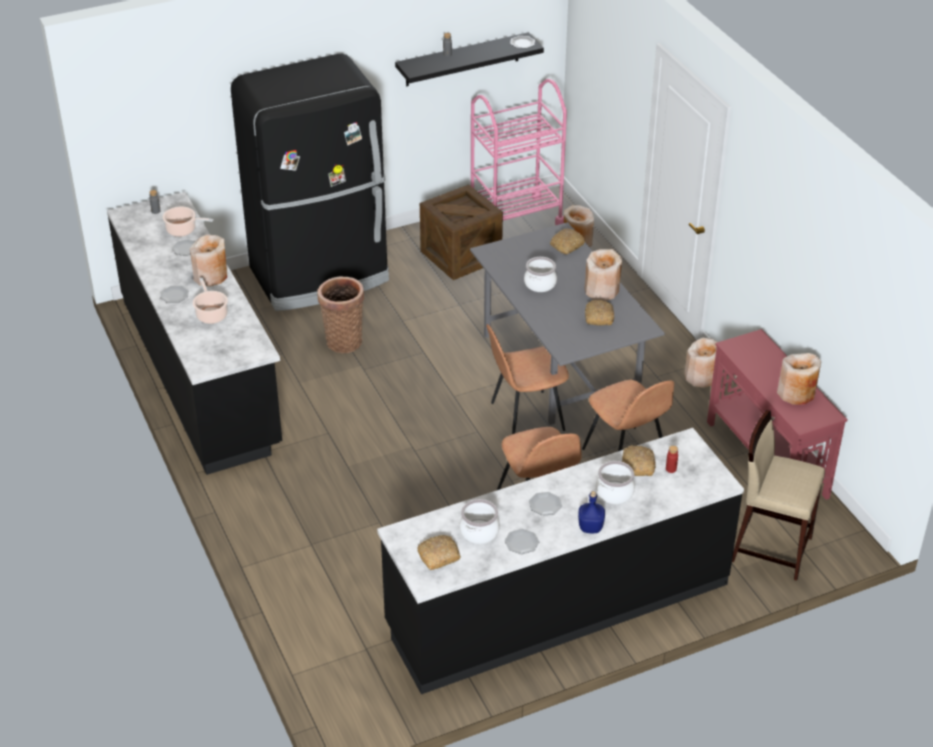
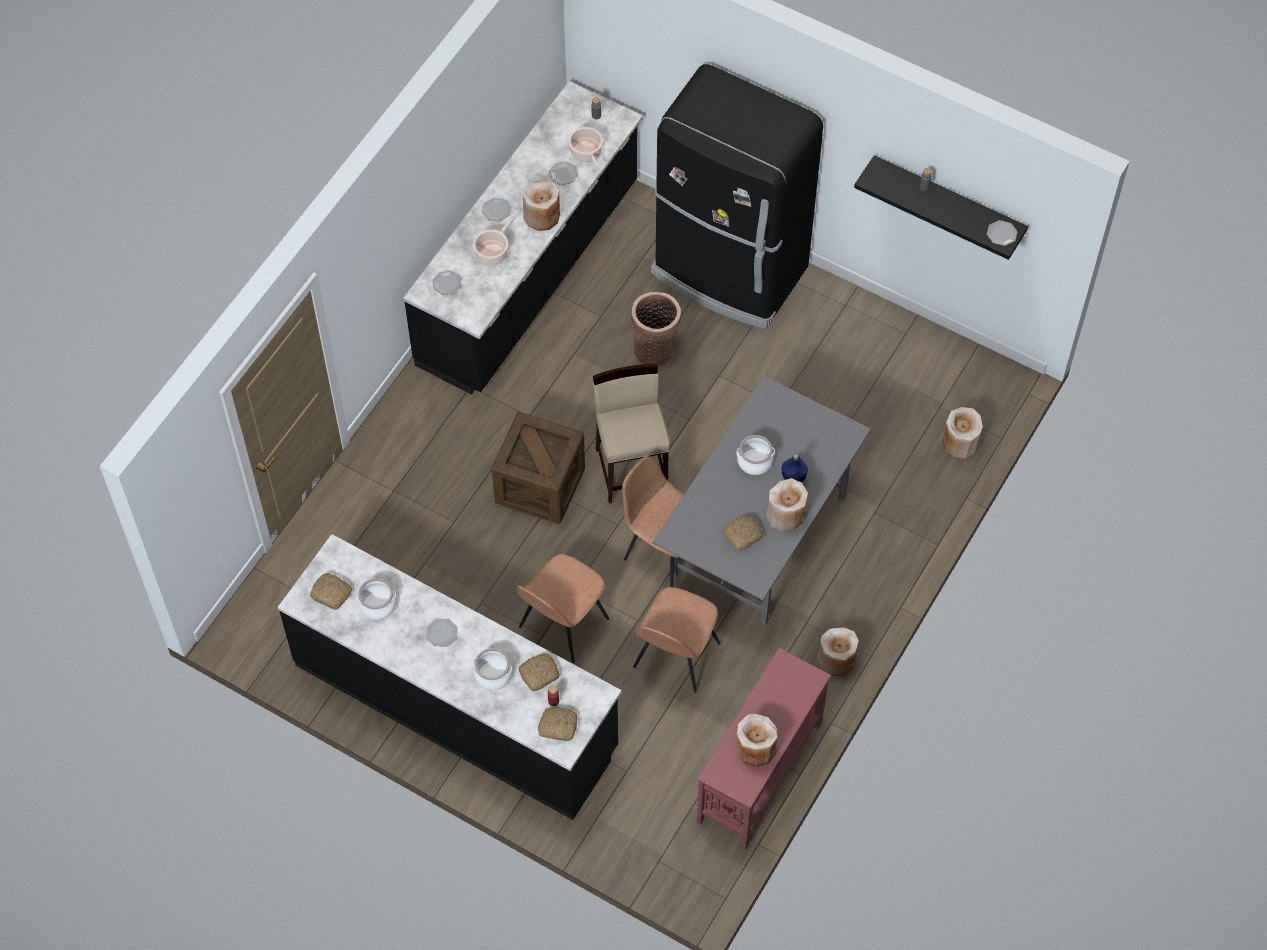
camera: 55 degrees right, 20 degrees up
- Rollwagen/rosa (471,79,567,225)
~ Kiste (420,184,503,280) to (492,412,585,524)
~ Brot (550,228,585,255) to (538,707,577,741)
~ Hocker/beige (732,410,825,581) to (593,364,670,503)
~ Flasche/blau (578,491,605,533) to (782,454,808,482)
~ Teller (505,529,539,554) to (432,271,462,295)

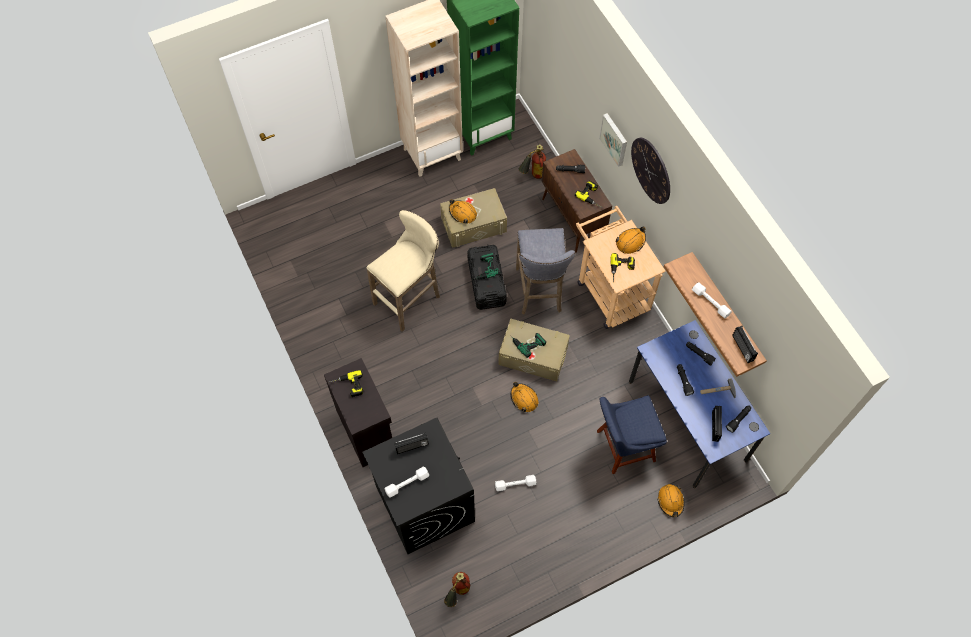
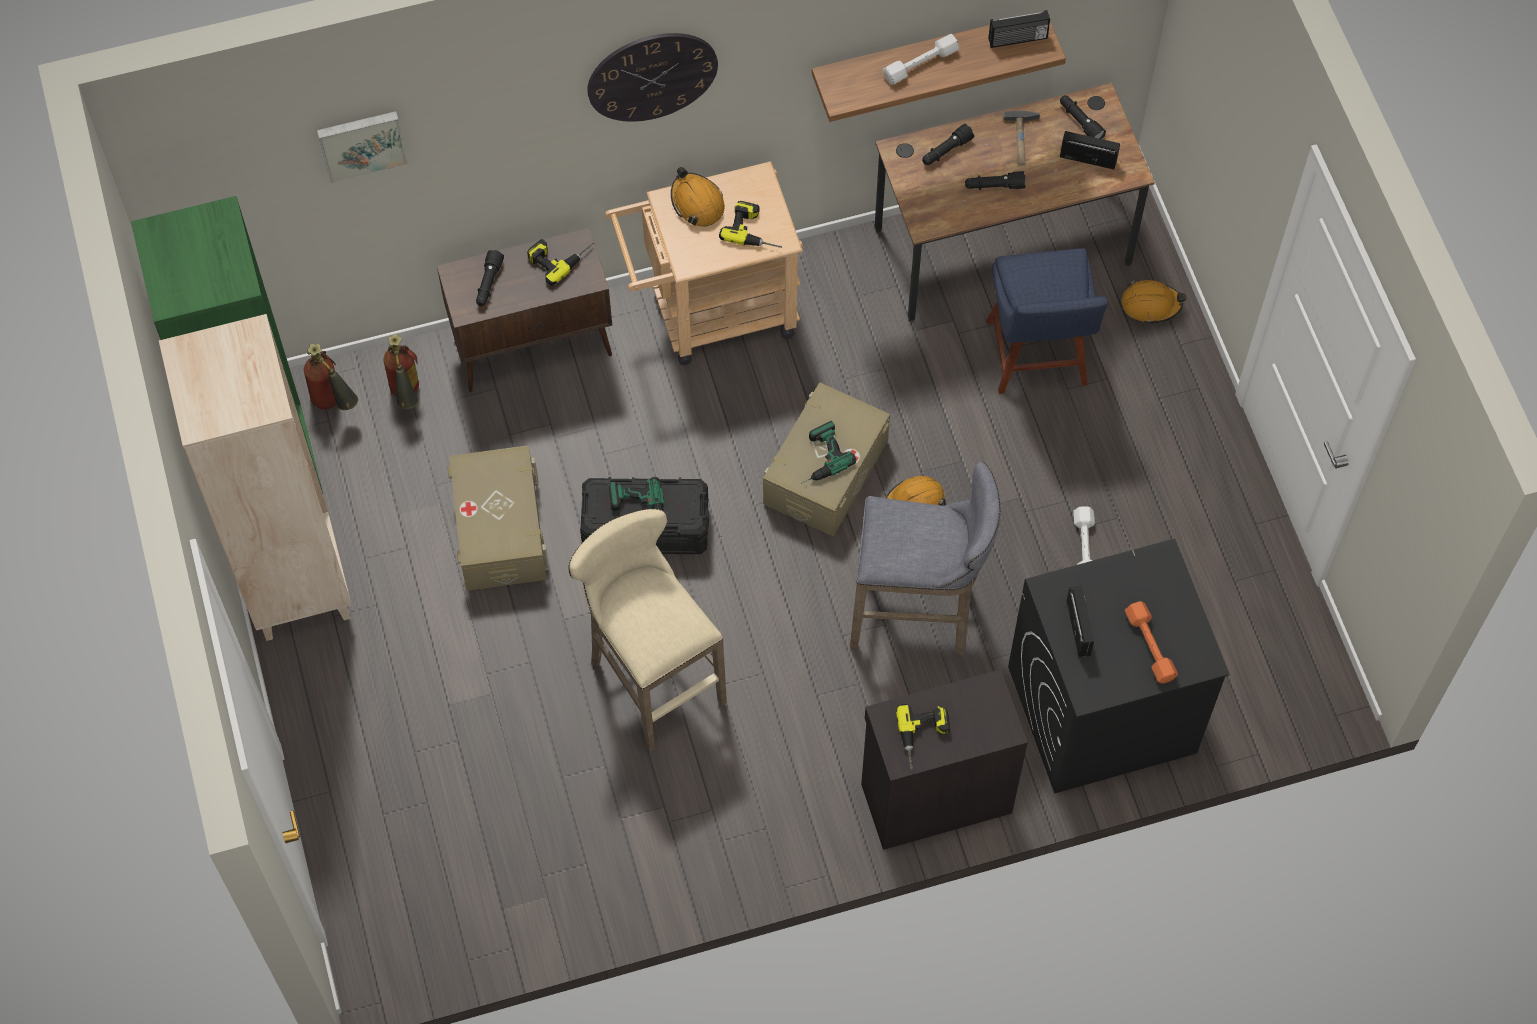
camera: 80 degrees left, 0 degrees up
~ Bild (599,113,627,167) to (317,111,408,183)
- Schutzhelm/orange (449,199,477,224)
~ Hocker/grau (516,228,575,314) to (850,462,1001,655)
~ Schreibtisch/blau (629,320,771,488) to Schreibtisch/braun (874,83,1155,322)
~ Hantel/weiß (384,466,429,498) to Hantel/orange (1125,601,1178,684)
~ Feuerlöscher (444,572,471,607) to (304,344,358,410)

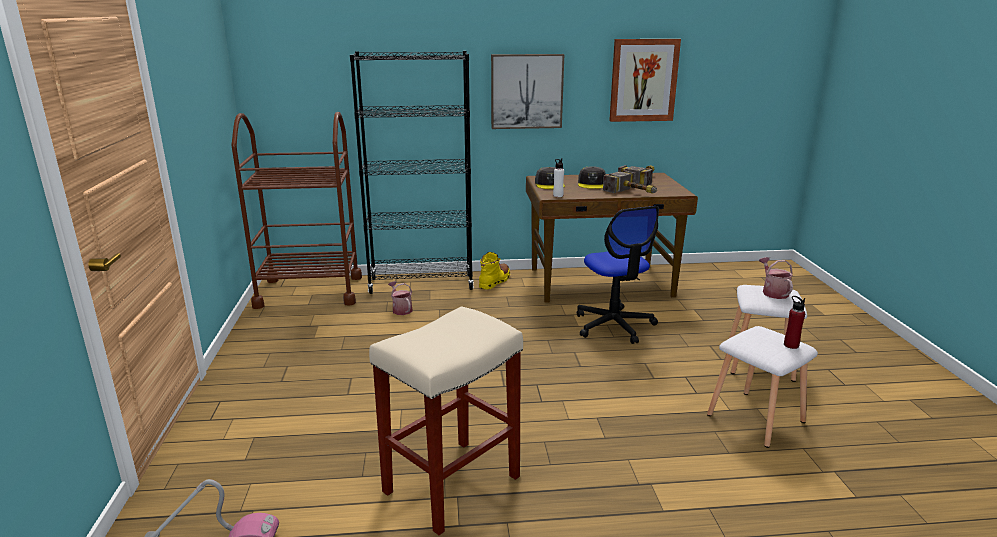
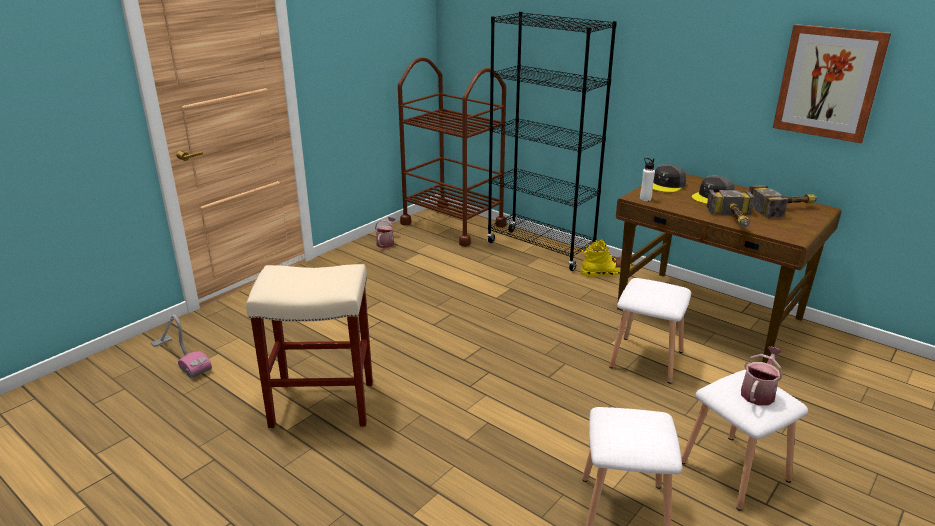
camera: 45 degrees right, 5 degrees up
- Bild (491,54,564,129)
~ Bürostuhl (577,206,659,344) to Hocker/weiß (609,278,691,384)
~ Gießkanne (388,281,413,315) to (375,217,395,248)
- Flasche/rot (784,296,805,349)

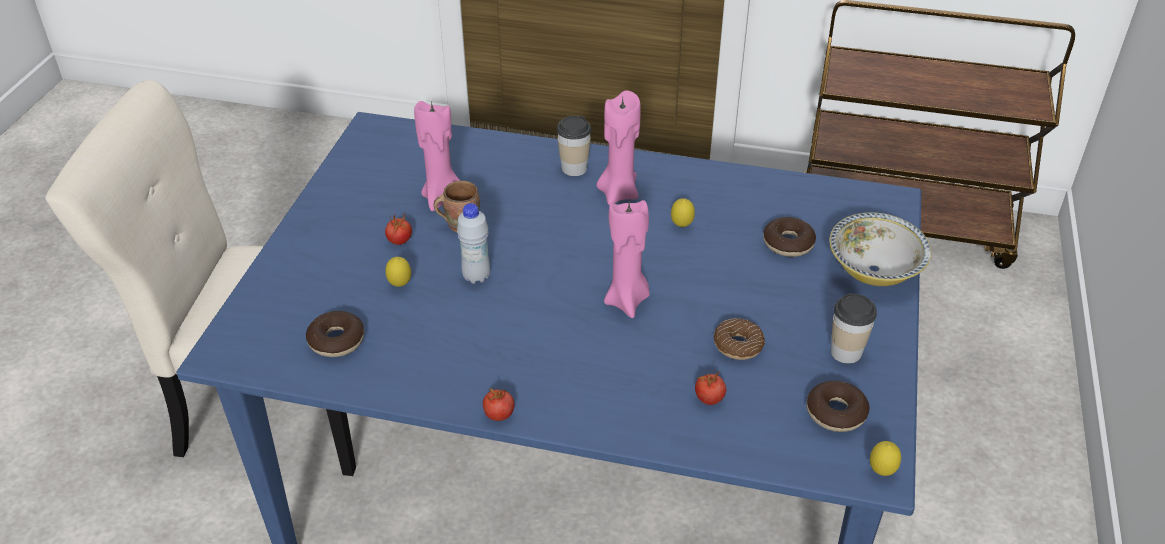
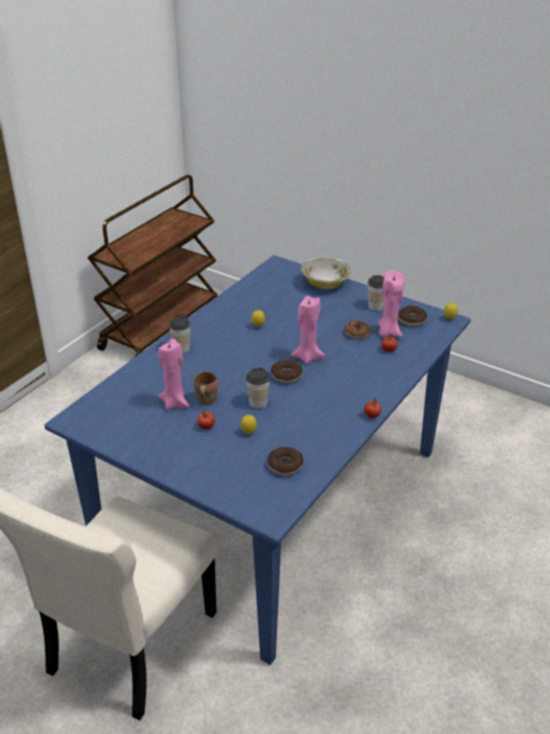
camera: 70 degrees left, 5 degrees down
~ Kerze/rosa (597,91,641,205) to (378,270,404,337)
~ Flasche/weiß (457,203,490,284) to Tasse (246,368,270,409)
~ Donut (763,217,816,257) to (271,360,303,383)

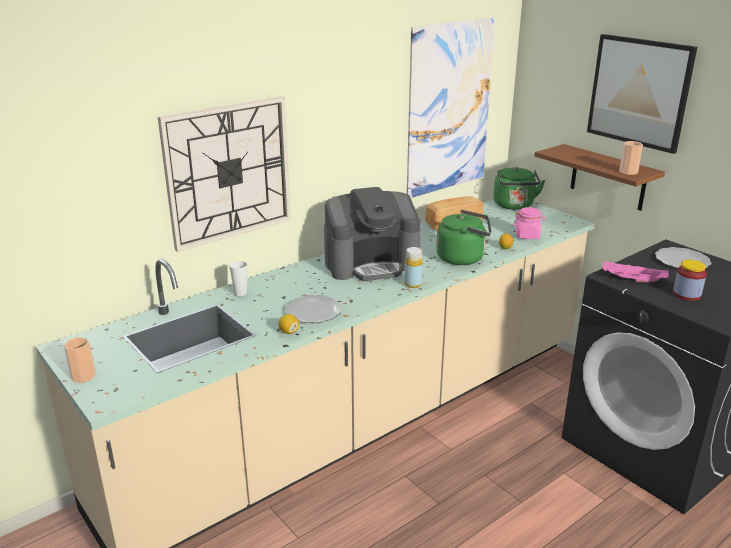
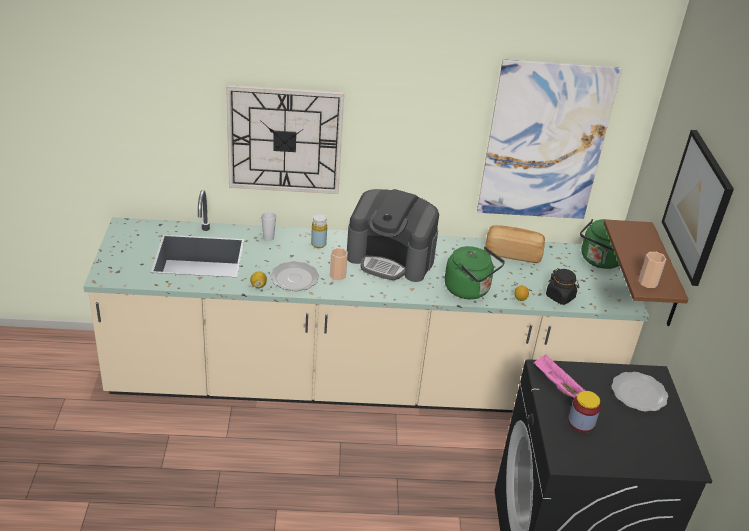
camera: 35 degrees right, 10 degrees up
~ Vorratsglas/rosa (513,207,546,239) to Vorratsglas/schwarz (546,268,579,305)
~ Flasche/gelb (404,247,423,288) to (311,214,327,248)
~ Tasse (64,337,96,383) to (330,248,348,280)

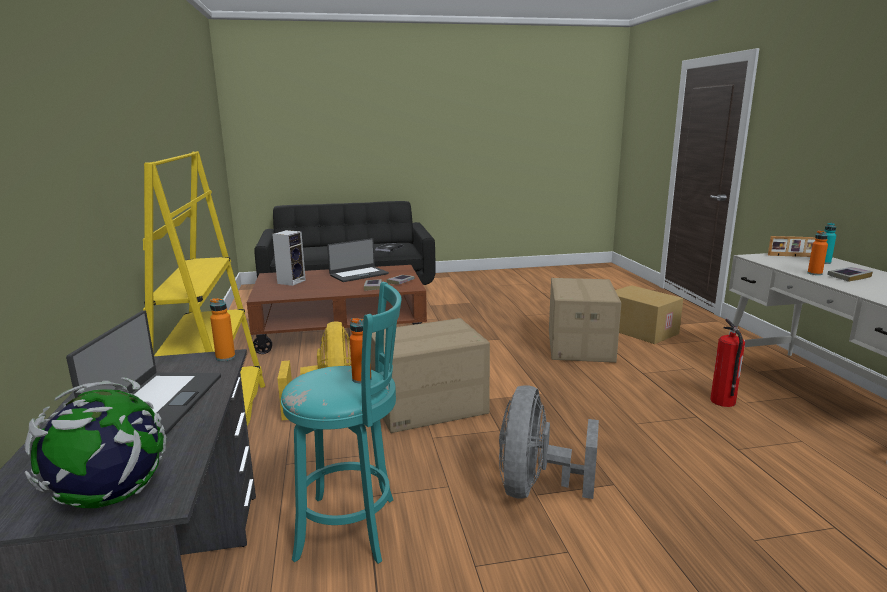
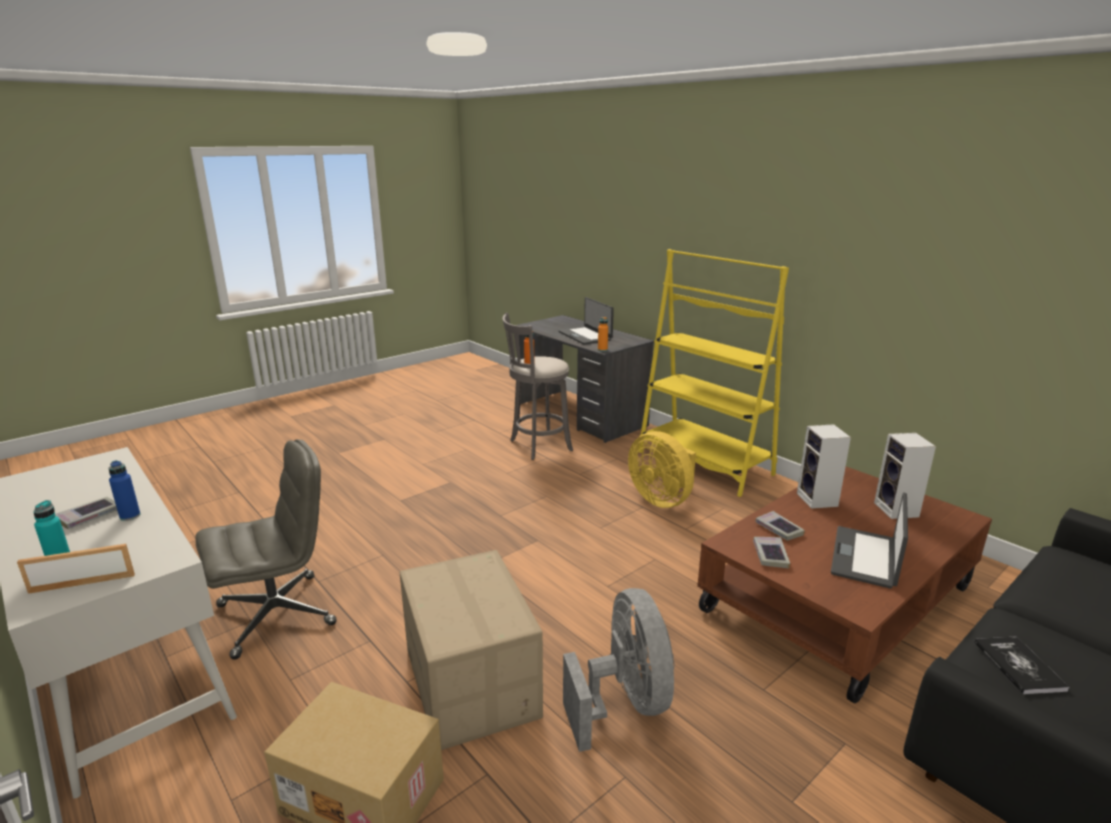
camera: 150 degrees right, 5 degrees up
~ Flasche/orange (807,230,828,275) to Flasche/blau (108,460,140,521)
~ Hocker/türkis (281,282,402,564) to Hocker/grau (503,313,573,460)
- Karton (370,318,490,433)
~ Feuerlöscher (710,319,745,407) to Bürostuhl/grau (195,439,336,660)
- Globus (24,377,167,508)
~ Ventilator/grau (499,385,599,499) to (563,588,675,752)
+ Lautsprecher (797,424,851,509)

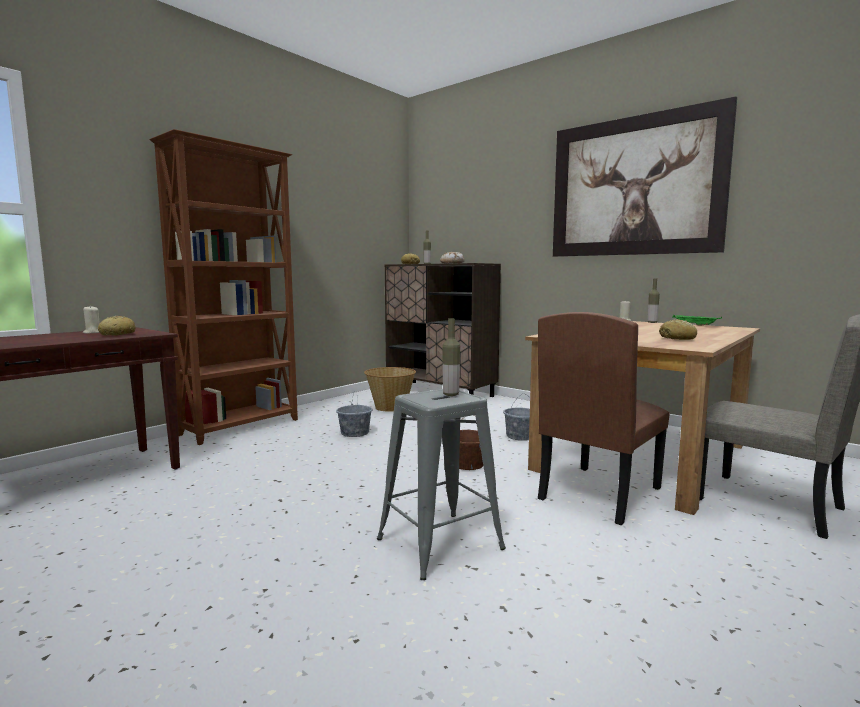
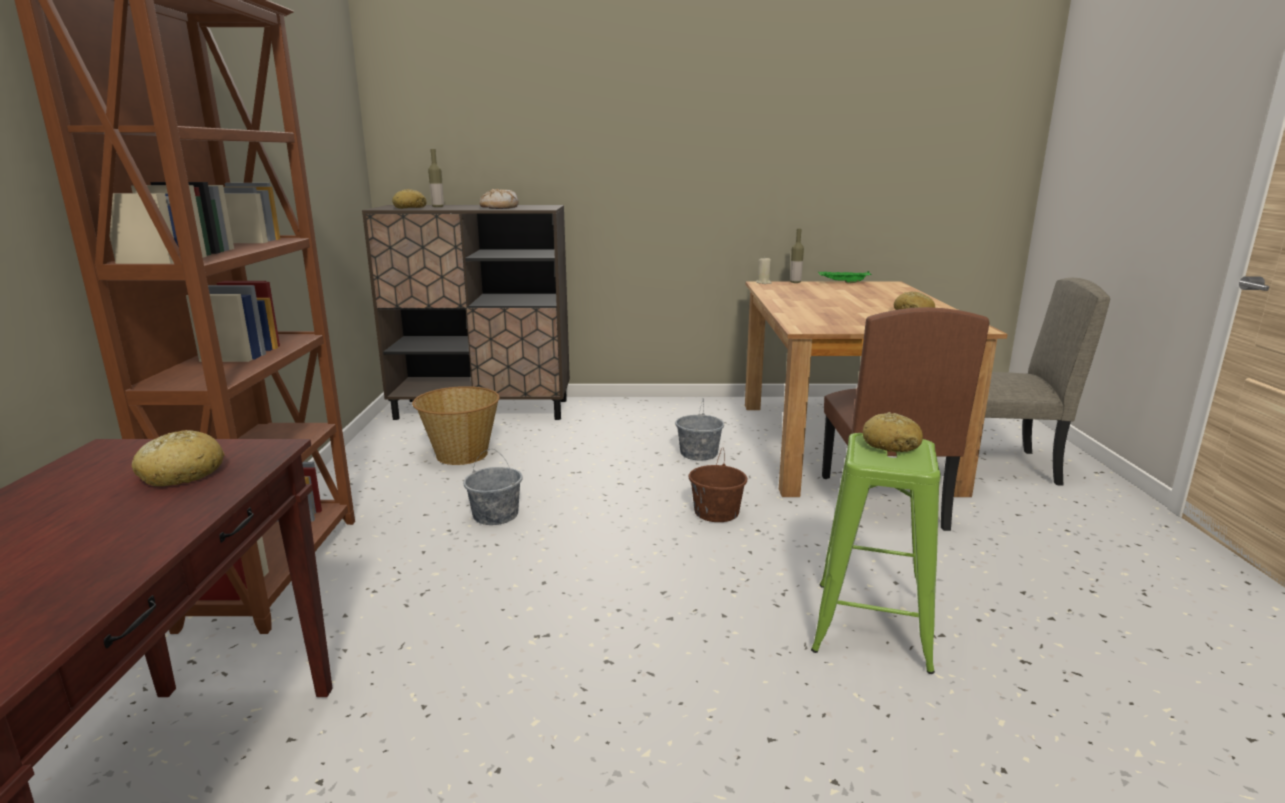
camera: 40 degrees left, 10 degrees up
- Bild (553,96,737,257)
- Kerze/beige (83,305,100,334)
~ Flasche (442,318,460,396) to Brot (863,412,923,452)
~ Hocker/grau (377,389,506,580) to Hocker/grün (811,433,941,674)

